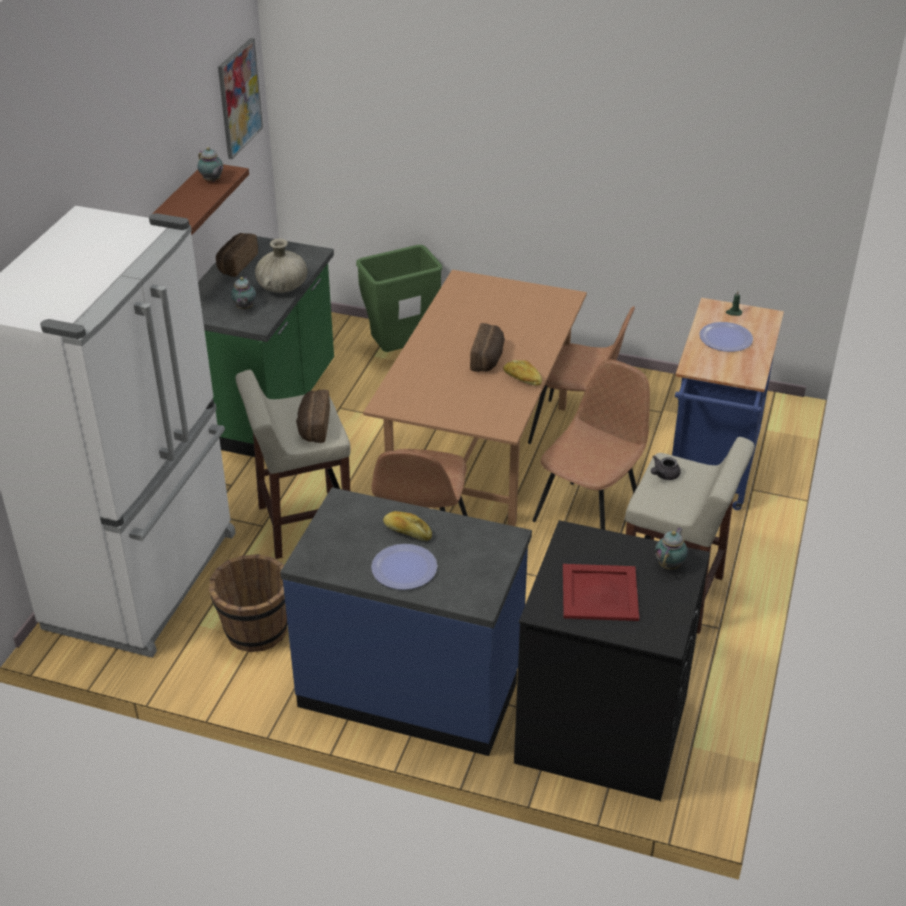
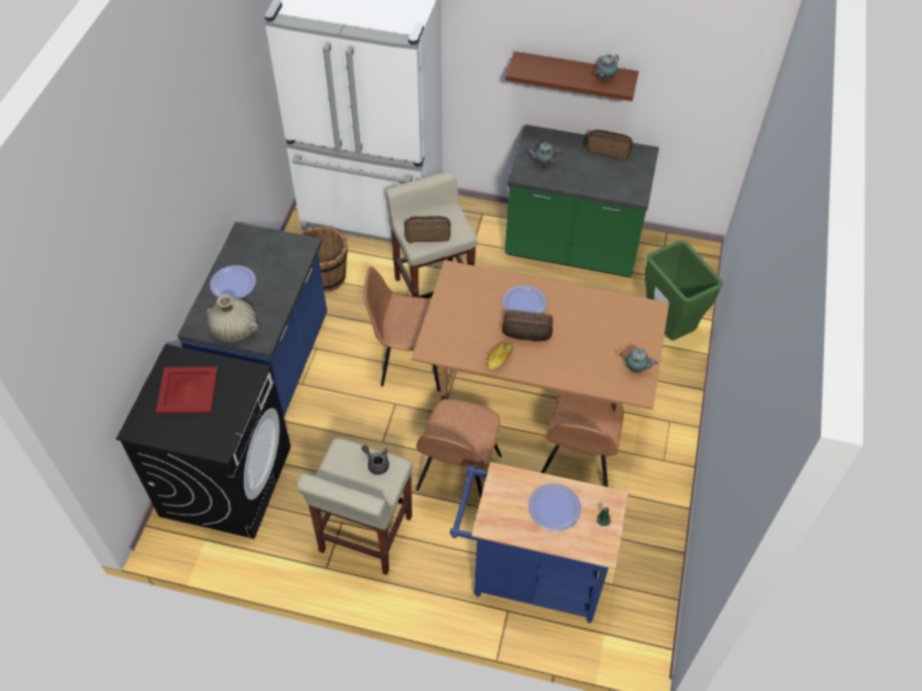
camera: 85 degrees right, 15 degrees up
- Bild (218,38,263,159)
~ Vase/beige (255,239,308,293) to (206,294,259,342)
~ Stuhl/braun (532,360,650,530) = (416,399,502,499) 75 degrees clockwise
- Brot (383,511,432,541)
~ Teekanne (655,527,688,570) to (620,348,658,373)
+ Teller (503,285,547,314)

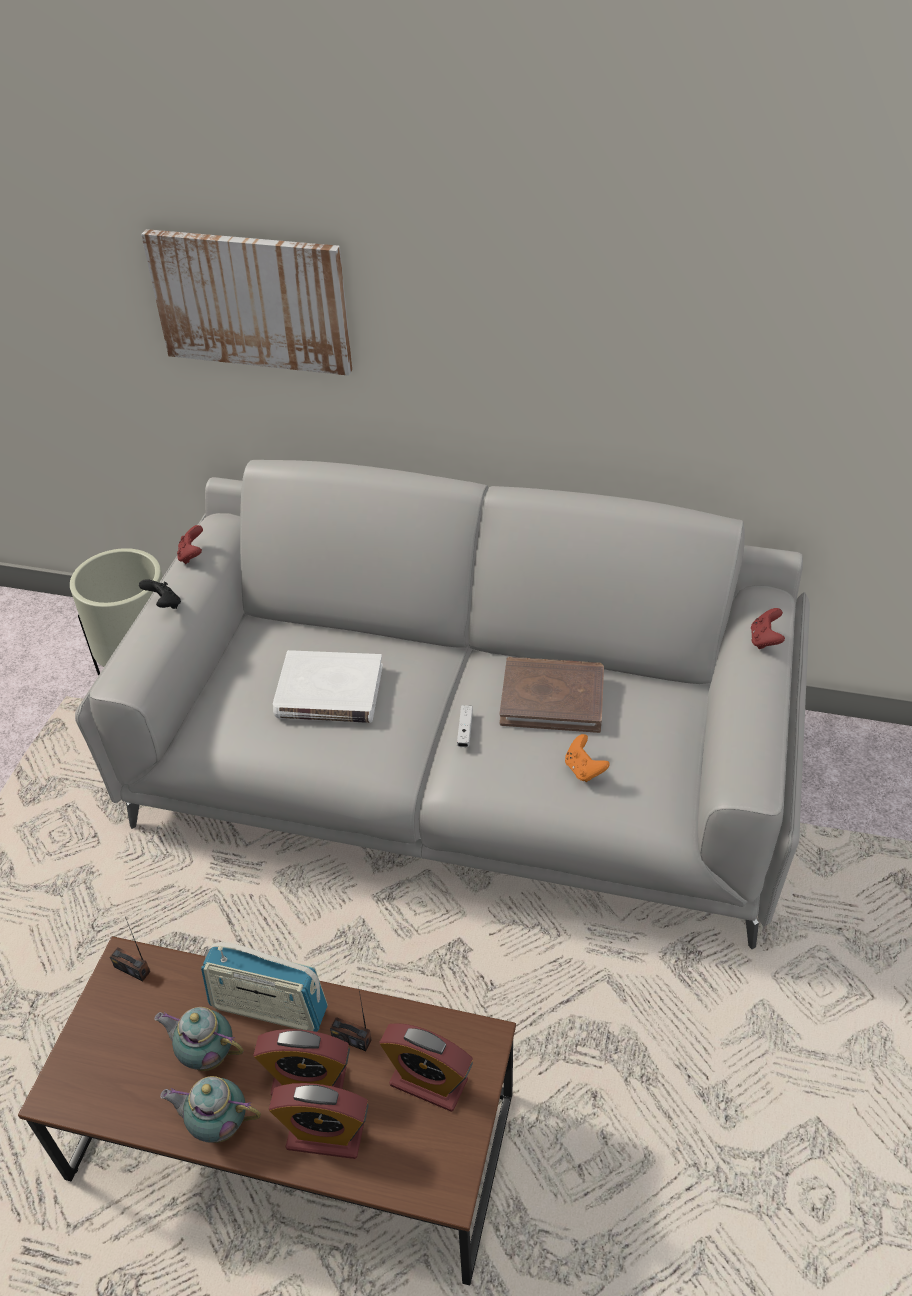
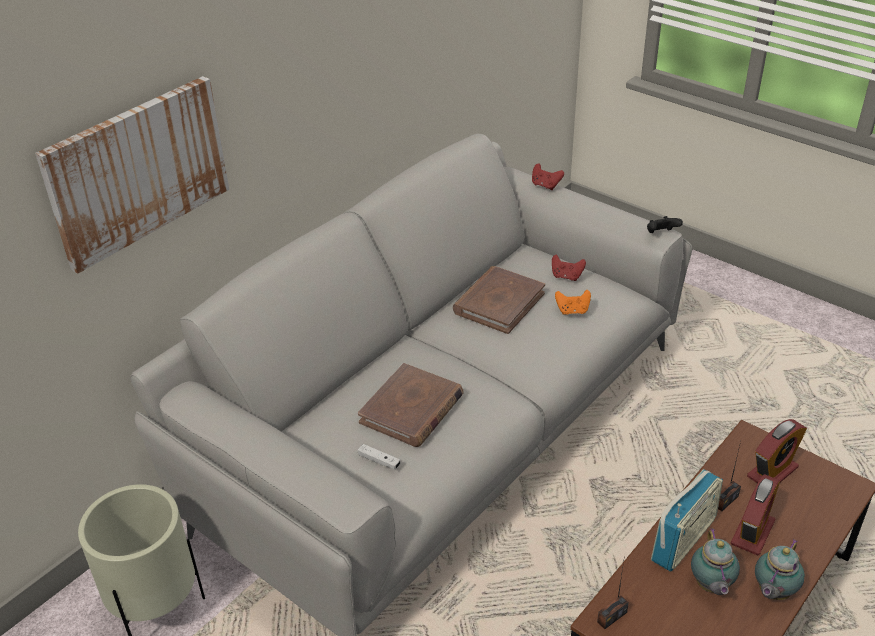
camera: 65 degrees left, 5 degrees down
~ Gamepad/rot (177,525,203,564) to (552,255,586,281)
~ Gamepad/schwarz (139,579,181,609) to (647,216,683,233)
~ Buch/weiß (273,650,383,723) to Buch/braun (358,363,464,447)
~ Gamepad/weiß (457,705,473,747) to (358,444,401,470)
~ Teekanne (154,1007,244,1071) = (691,528,740,595) 45 degrees counterclockwise
- Wecker (269,1083,369,1159)

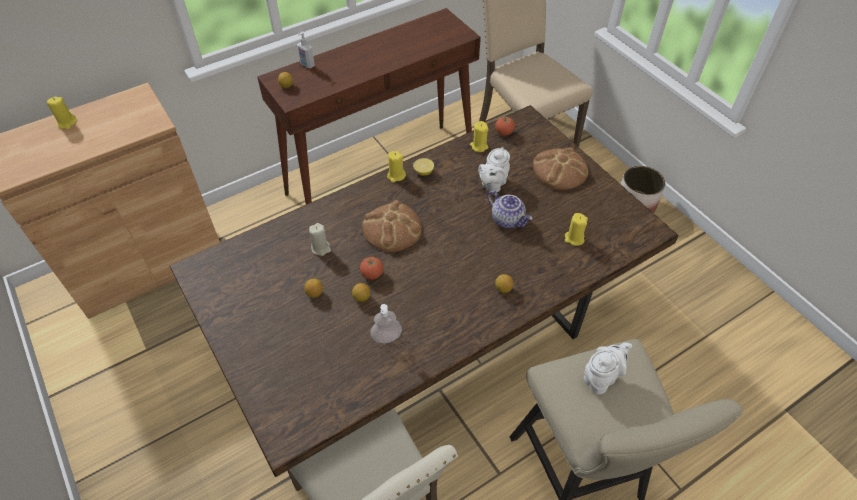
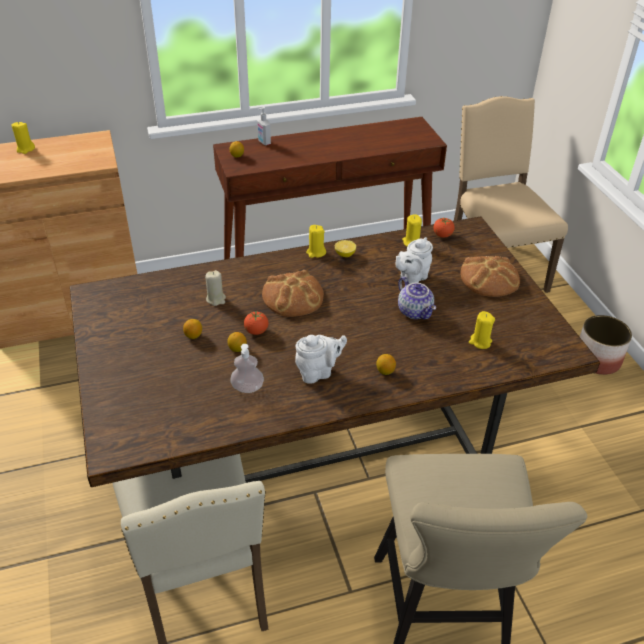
camera: 15 degrees right, 10 degrees down
~ Teekanne/weiß (584,343,632,394) to (295,335,347,384)

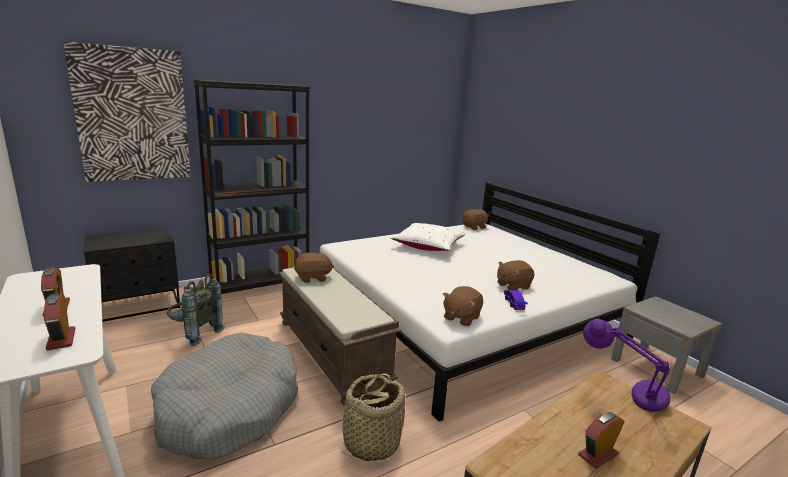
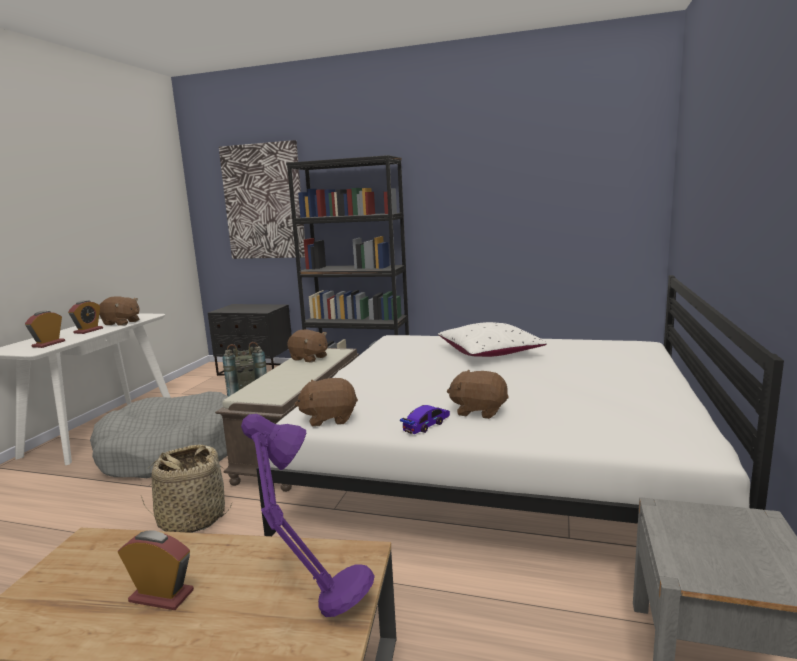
camera: 50 degrees right, 5 degrees down
~ Plüschtier/braun (462,209,489,230) to (99,296,140,326)

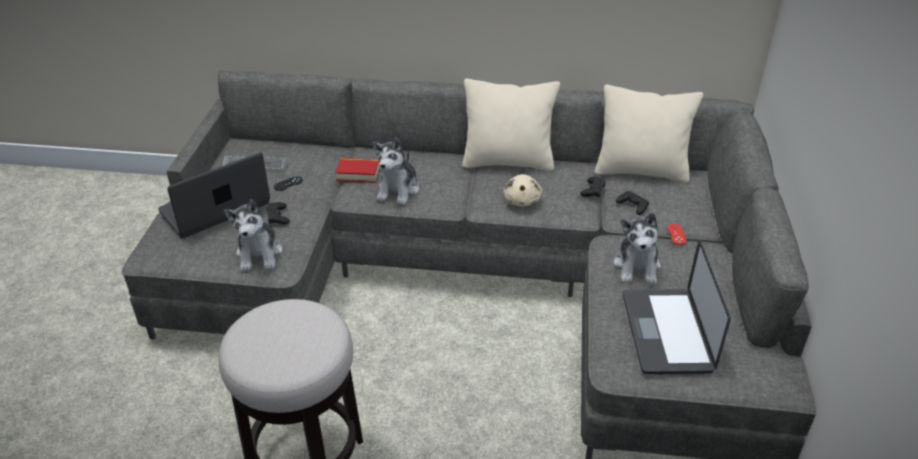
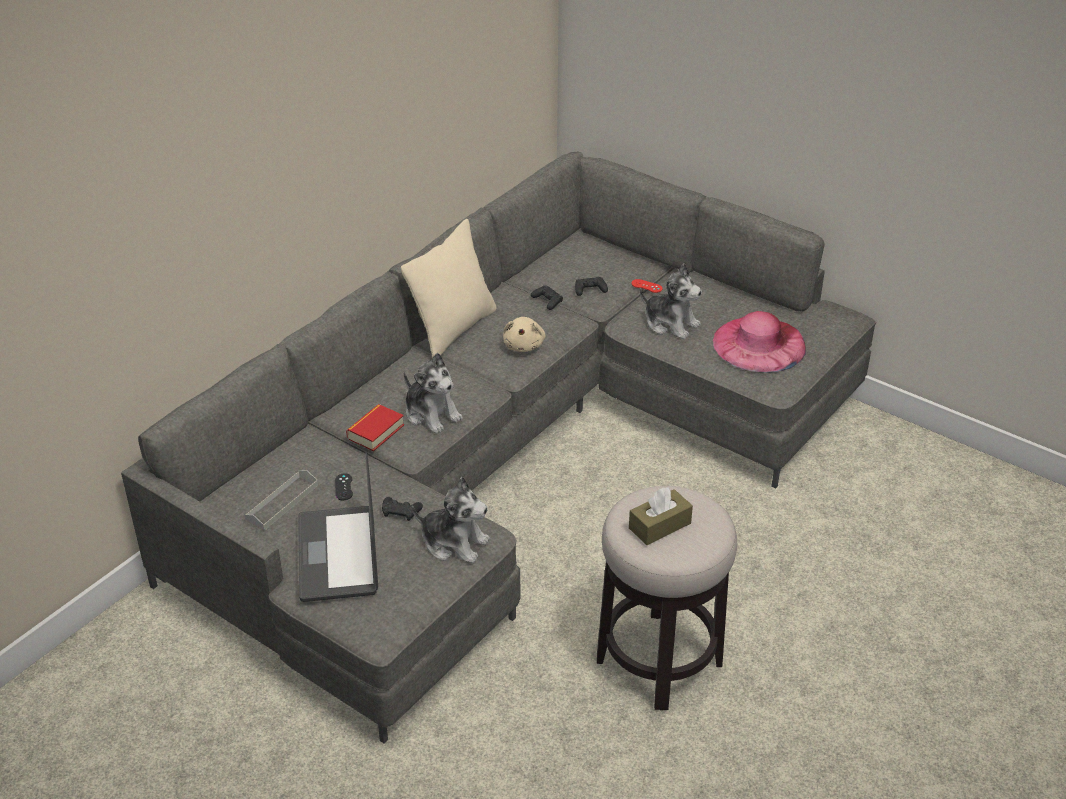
camera: 60 degrees left, 0 degrees up
- Kissen/beige (594,84,704,183)
~ Plüschtier/beige (503,174,542,207) = (503,317,545,352) 60 degrees clockwise
~ Laptop (623,240,731,374) to Hut/rosa (713,311,806,373)
+ Taschentuchbox/braun (629,487,693,545)

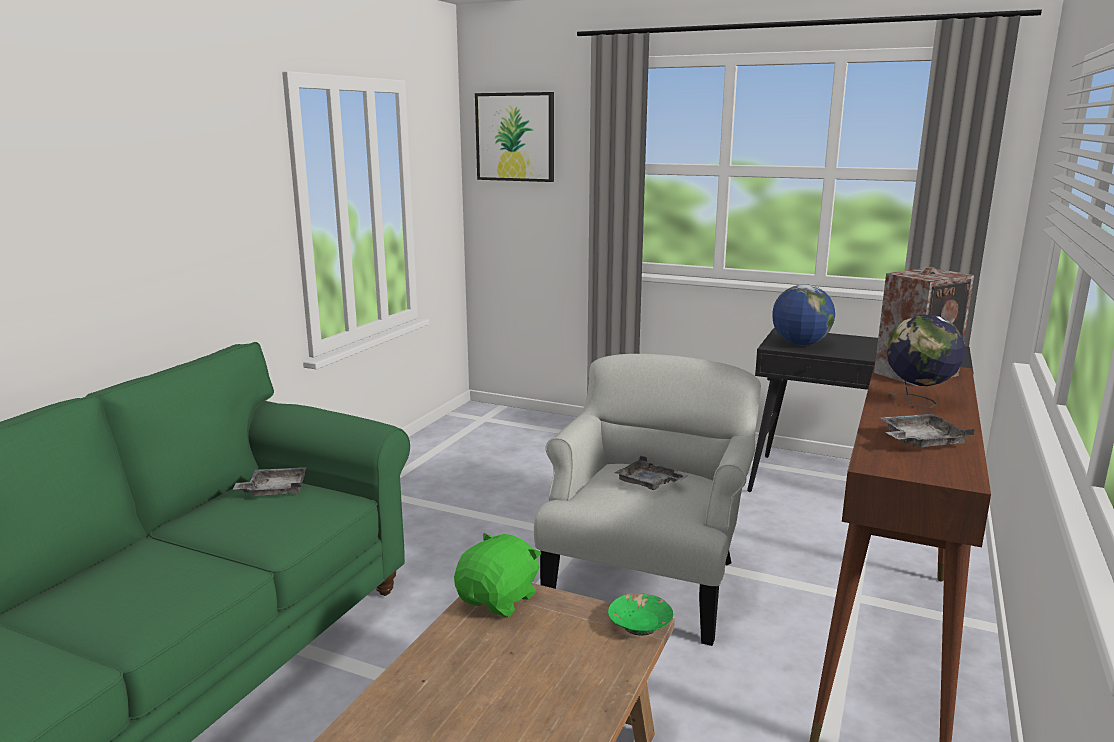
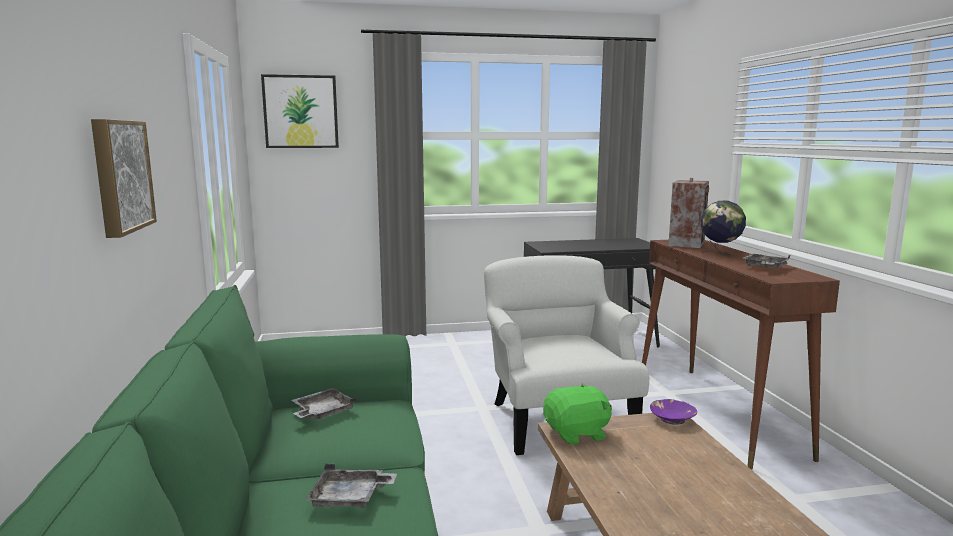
camera: 35 degrees left, 5 degrees down
- Globus (772,284,835,345)
~ Tablett/grau (615,455,689,490) to (305,463,397,508)
~ Plüschtier/grün (454,533,542,617) = (543,383,612,445) 75 degrees clockwise
~ Schüssel/grün (608,593,673,636) to Schüssel/lila (650,399,697,425)
+ Bild (91,119,157,238)

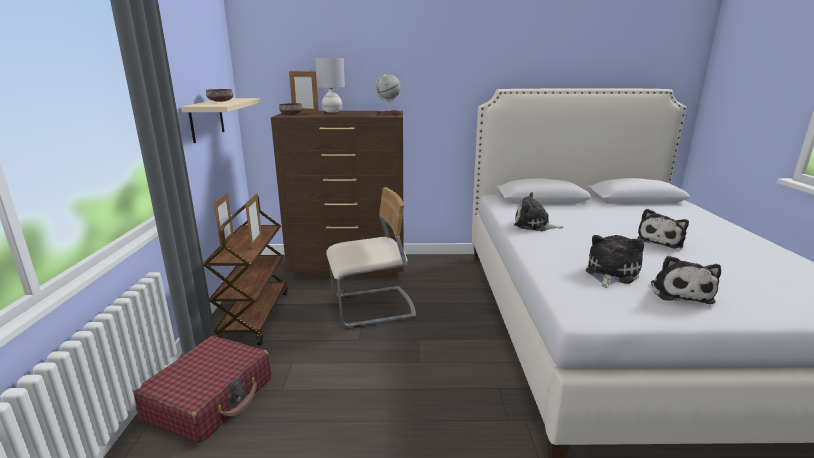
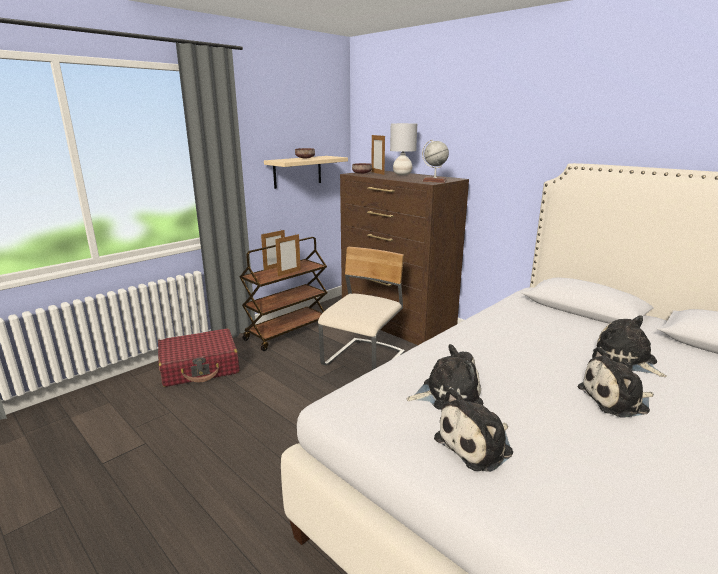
camera: 45 degrees right, 0 degrees up
~ Stuhl/beige (326,187,416,328) = (318,247,405,370) 90 degrees counterclockwise
~ Plüschtier (514,192,563,231) to (593,315,667,377)

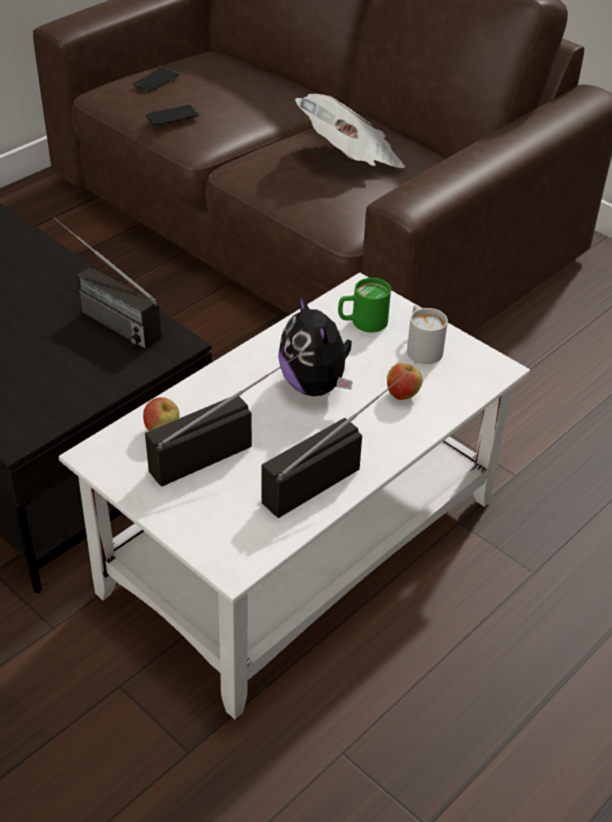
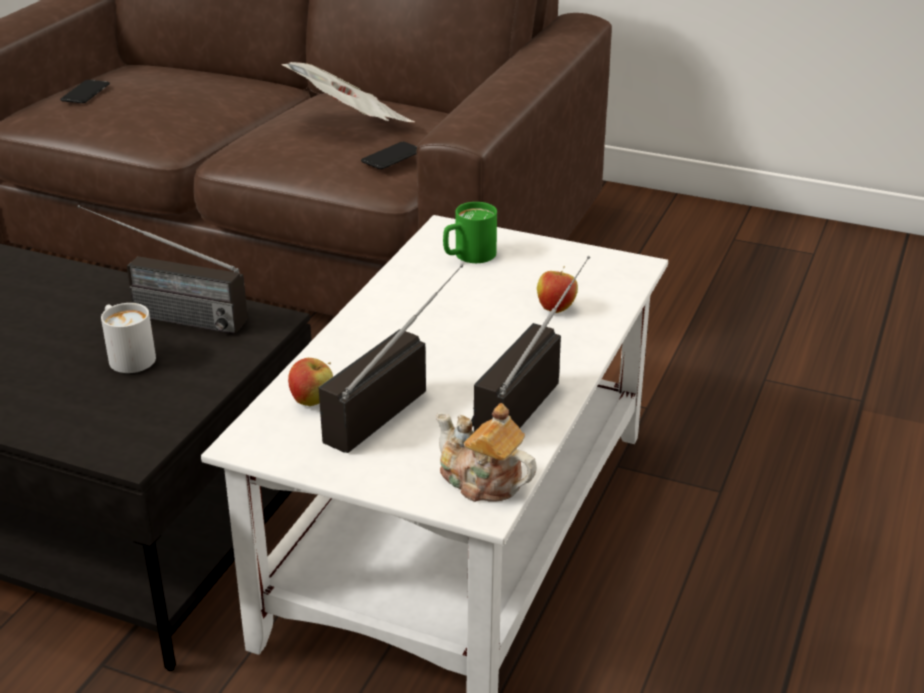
camera: 20 degrees left, 10 degrees down
~ Handy (146,105,199,126) to (361,142,417,169)
- Plüschtier (278,293,353,396)
~ Henkelbecher/weiß (407,305,448,364) to (101,303,156,373)
+ Teekanne (436,403,537,502)

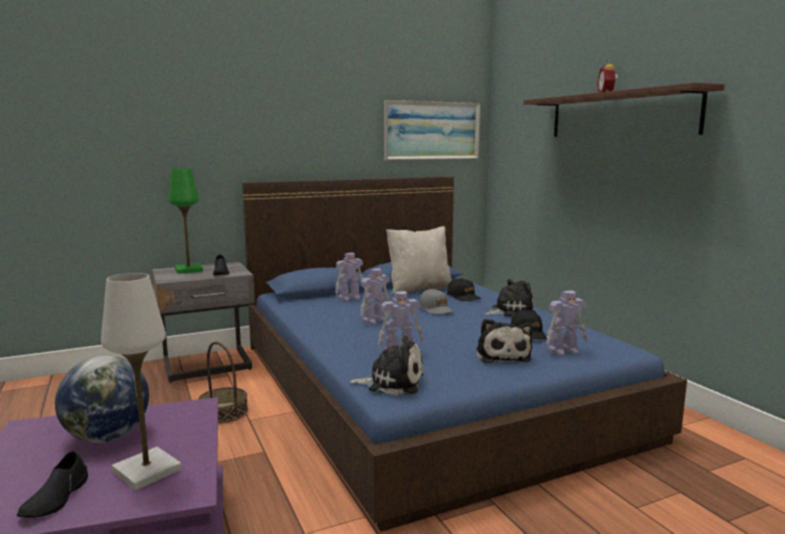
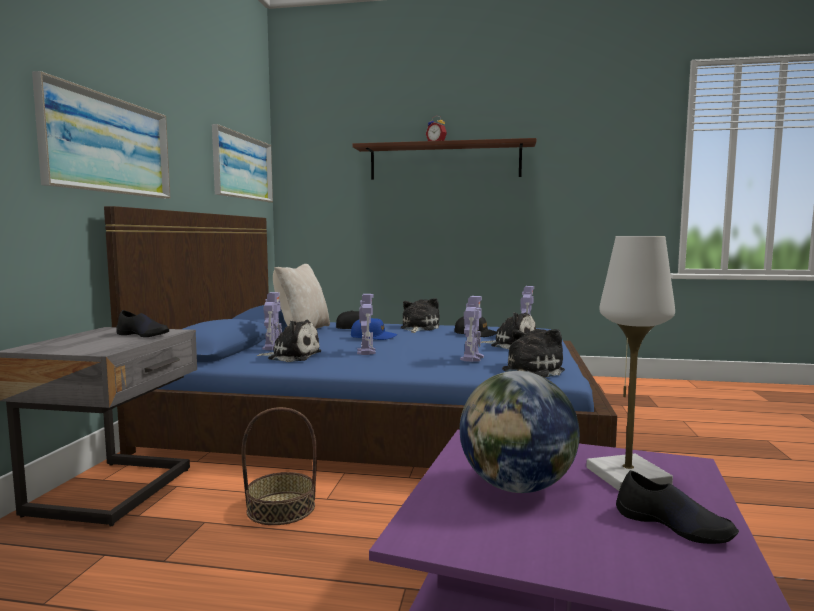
camera: 55 degrees left, 5 degrees down
- Tischlampe/grün (168,168,203,274)
~ Kappe/grau (419,289,454,315) to Kappe/blau (351,318,397,340)
+ Bild (32,71,170,199)
+ Plüschtier (257,320,321,362)

